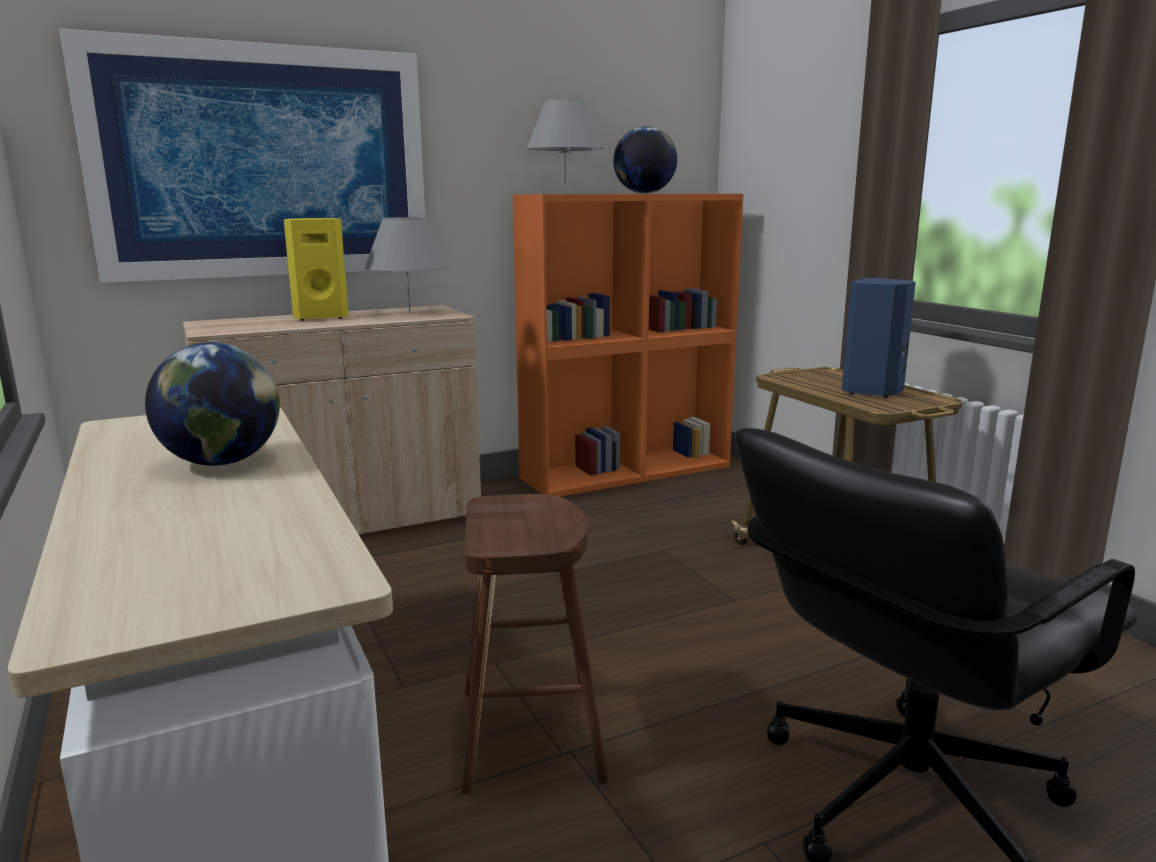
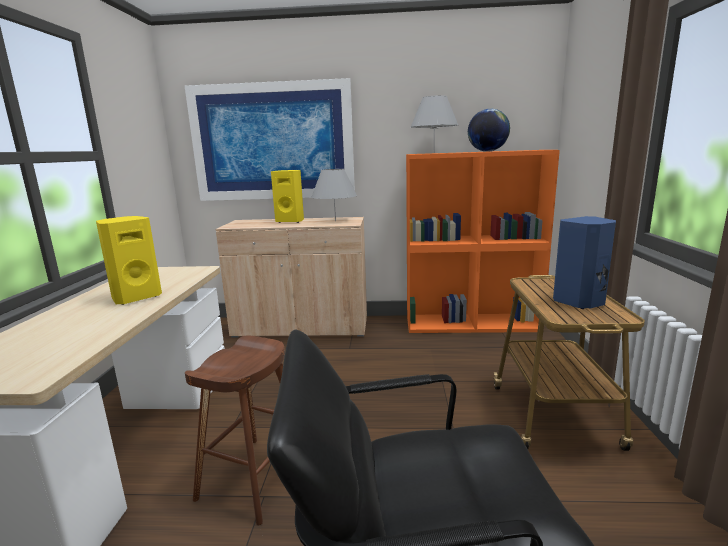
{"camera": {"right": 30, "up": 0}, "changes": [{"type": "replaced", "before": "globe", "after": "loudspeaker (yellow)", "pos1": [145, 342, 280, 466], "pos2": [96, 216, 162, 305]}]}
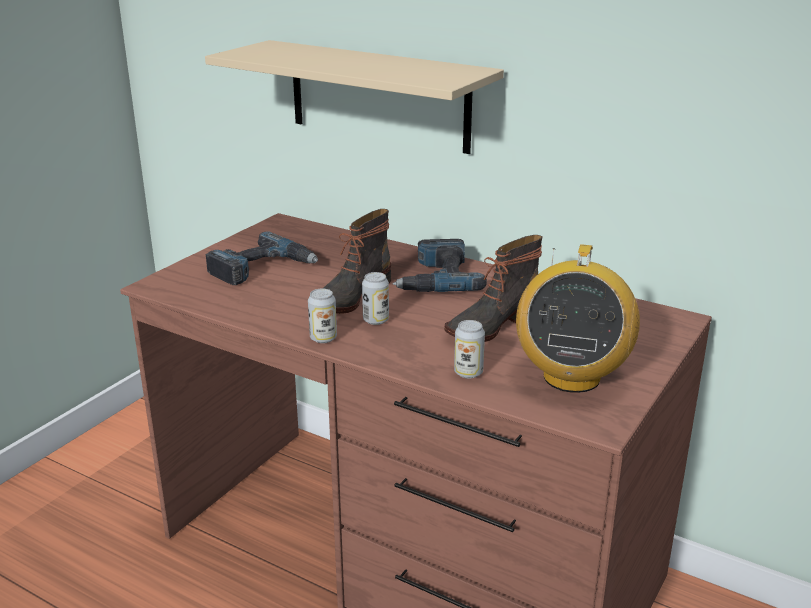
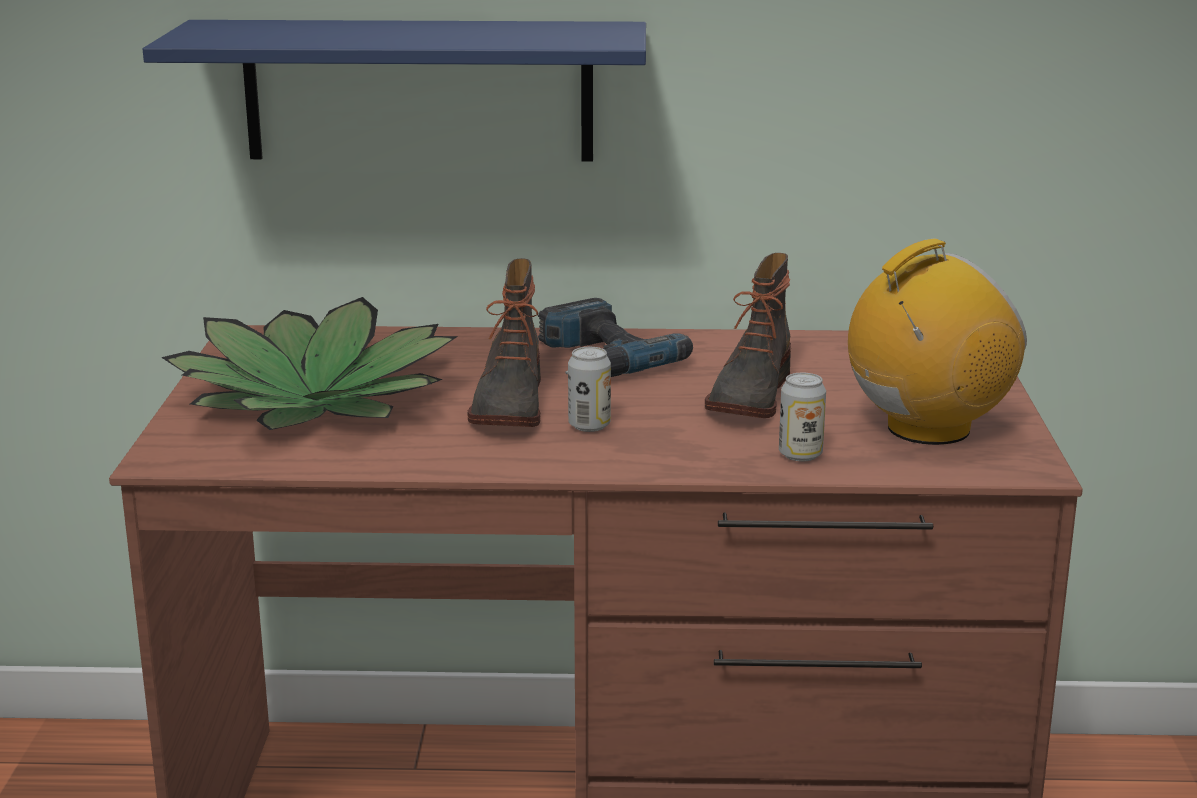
{"camera": {"right": -30, "up": -5}, "changes": [{"type": "recoloured", "before": "wall shelf (beige-coloured)", "after": "wall shelf (bluish)", "pos1": [205, 40, 504, 154], "pos2": [143, 20, 646, 162]}, {"type": "replaced", "before": "power drill", "after": "houseplant", "pos1": [206, 231, 318, 285], "pos2": [161, 297, 458, 430]}, {"type": "turned", "before": "radio", "pos1": [516, 244, 640, 393], "pos2": [848, 239, 1027, 445], "turn": -105}, {"type": "removed", "before": "sealed can", "pos1": [308, 288, 337, 343]}]}
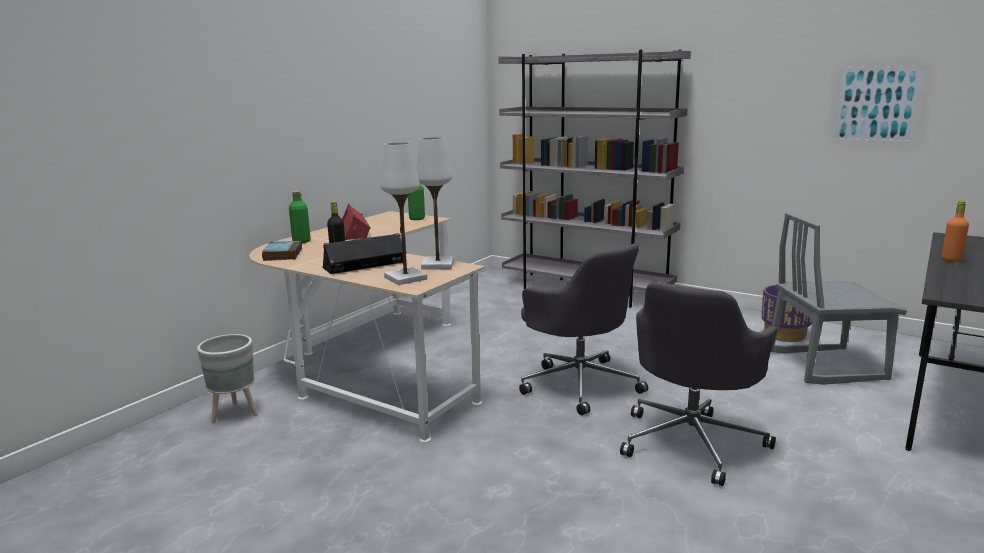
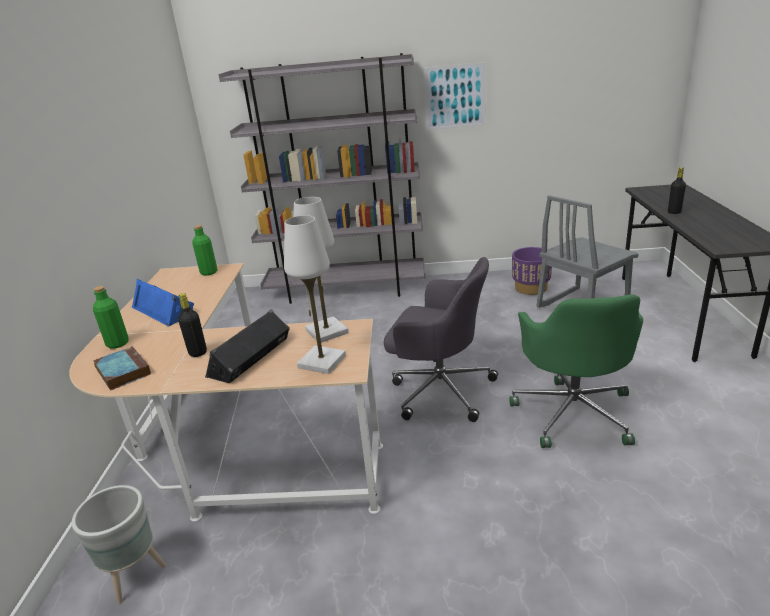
{"camera": {"right": -30, "up": 10}, "changes": [{"type": "recoloured", "before": "loudspeaker (reddish)", "after": "loudspeaker (bluish)", "pos1": [342, 204, 371, 240], "pos2": [132, 279, 194, 327]}, {"type": "moved", "before": "wall art", "pos1": [831, 65, 925, 144], "pos2": [424, 62, 485, 130]}, {"type": "recoloured", "before": "office chair (grey)", "after": "office chair (green-coloured)", "pos1": [620, 282, 778, 486], "pos2": [509, 294, 643, 448]}, {"type": "recoloured", "before": "beverage bottle (orangey)", "after": "beverage bottle (black-coloured)", "pos1": [942, 201, 969, 262], "pos2": [668, 167, 686, 214]}]}
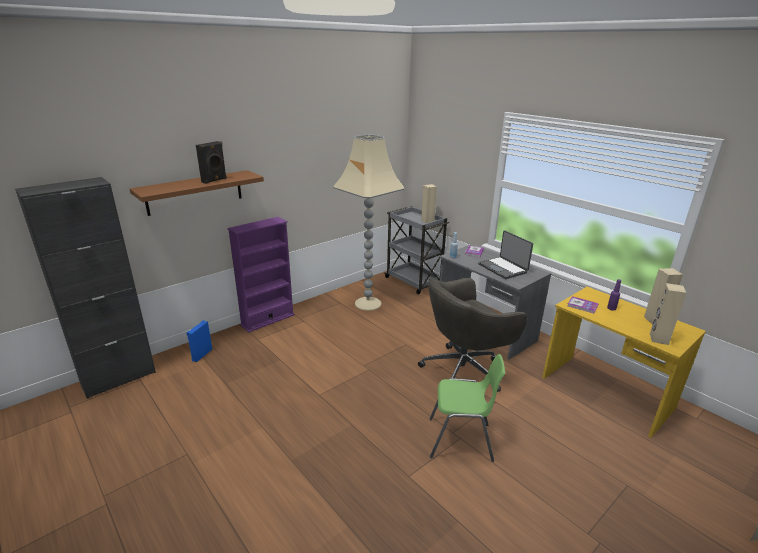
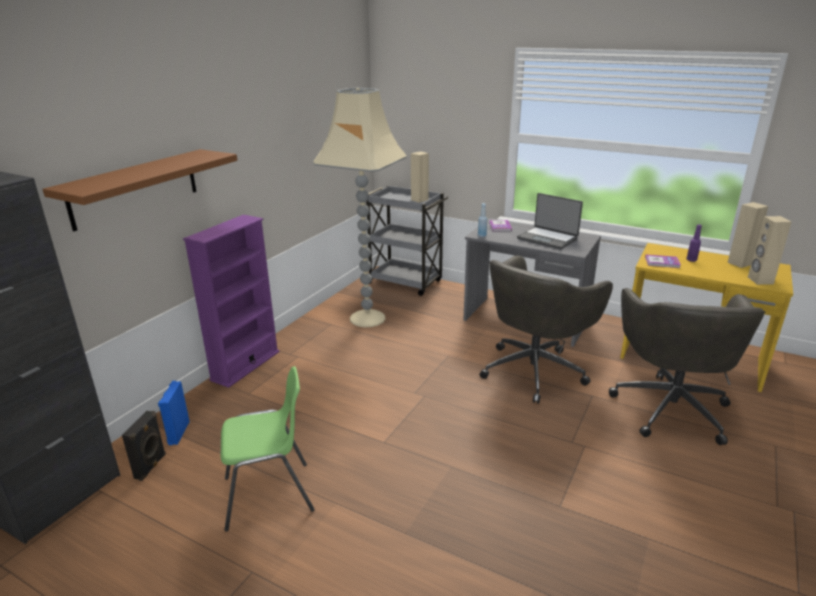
{"camera": {"right": -20, "up": 0}, "changes": [{"type": "moved", "before": "loudspeaker (black-coloured)", "pos1": [196, 141, 227, 184], "pos2": [122, 411, 166, 481]}, {"type": "moved", "before": "plain chair (green-coloured)", "pos1": [430, 354, 505, 462], "pos2": [221, 366, 315, 532]}, {"type": "added", "after": "office chair (grey)", "pos2": [609, 288, 765, 445]}]}
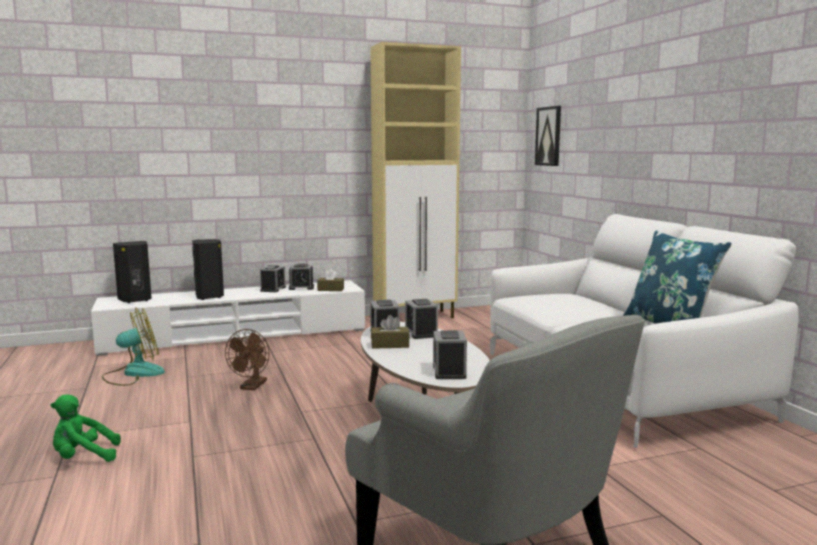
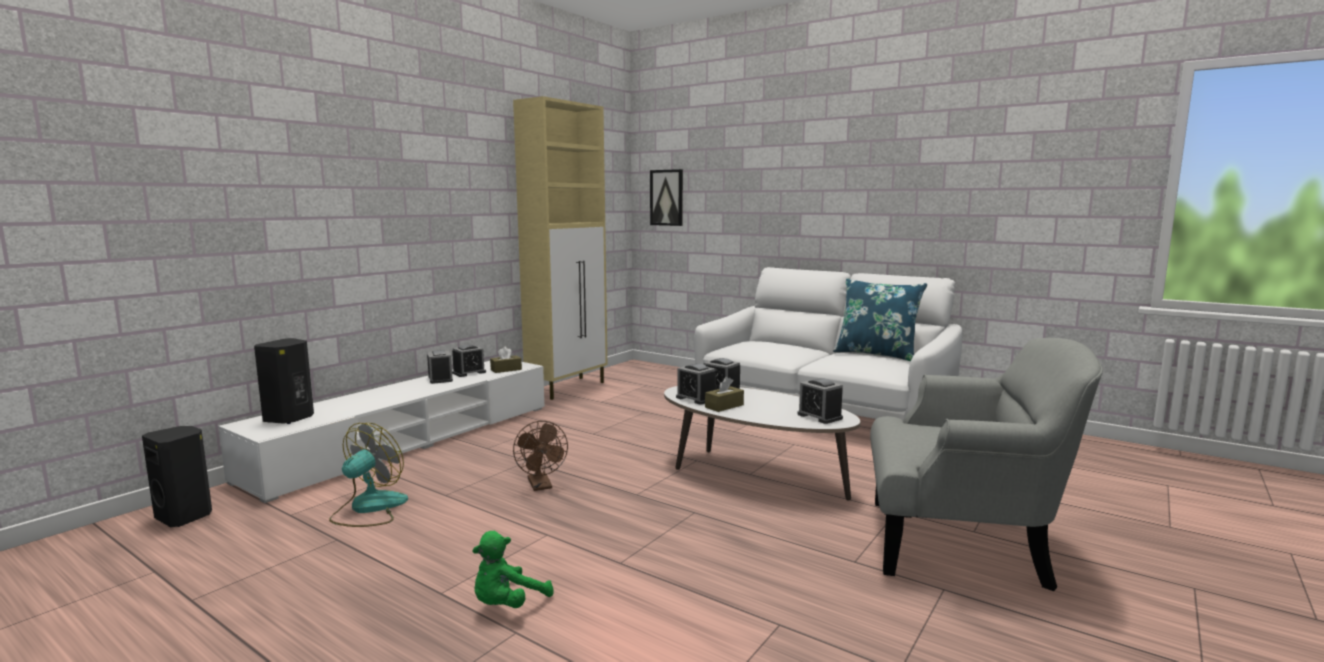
{"camera": {"right": -35, "up": 0}, "changes": [{"type": "moved", "before": "loudspeaker (black-coloured)", "pos1": [192, 239, 224, 300], "pos2": [142, 426, 212, 527]}]}
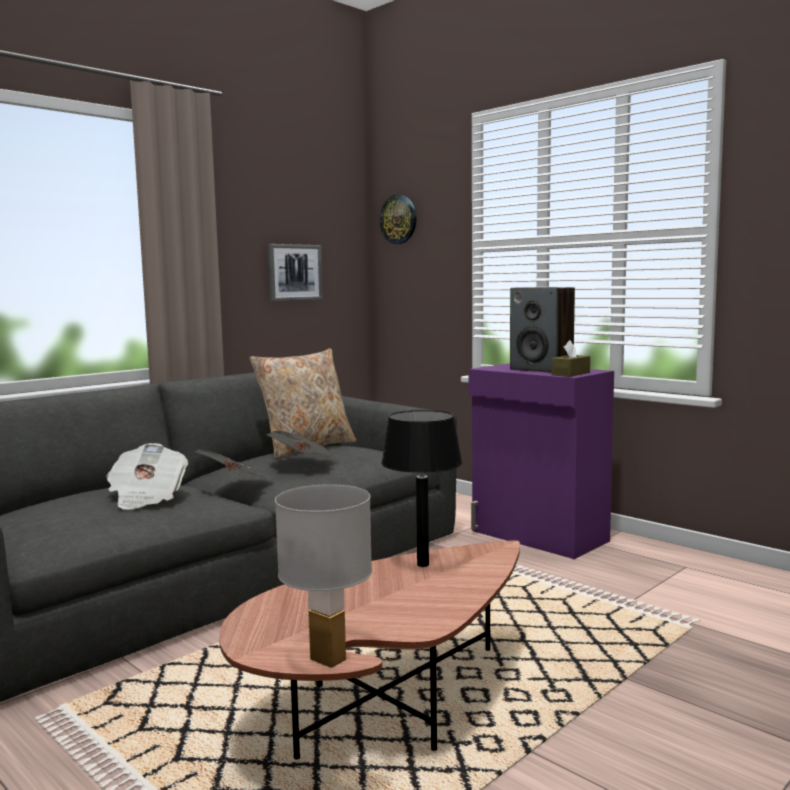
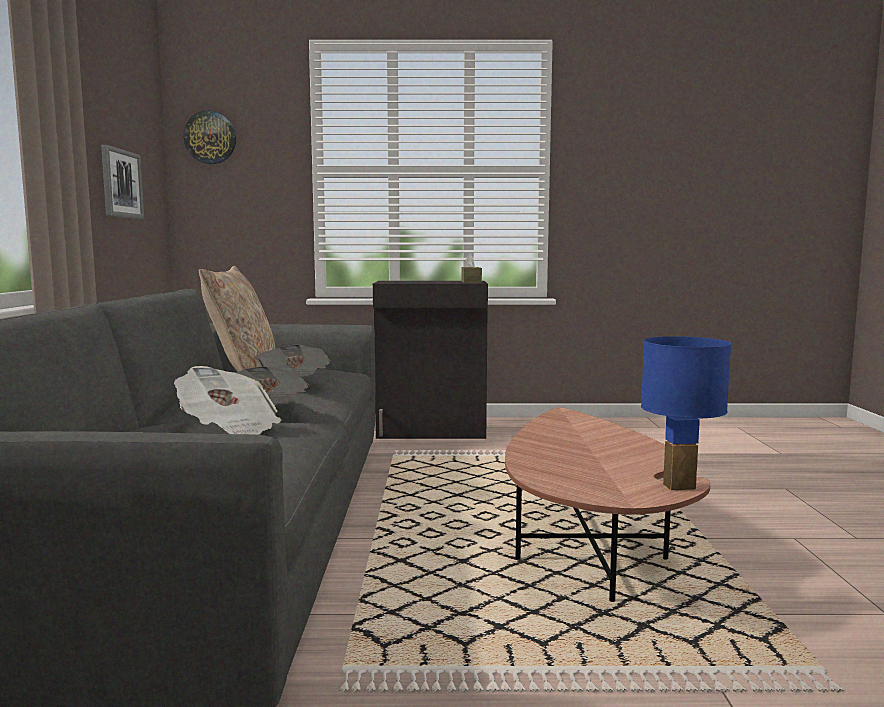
{"camera": {"right": -45, "up": 0}, "changes": [{"type": "recoloured", "before": "cupboard (purple)", "after": "cupboard (black-coloured)", "pos1": [468, 363, 614, 559], "pos2": [373, 281, 488, 439]}, {"type": "recoloured", "before": "tabletop lamp (white-coloured)", "after": "tabletop lamp (bluish)", "pos1": [275, 484, 372, 668], "pos2": [641, 336, 731, 490]}, {"type": "removed", "before": "tabletop lamp (black-coloured)", "pos1": [381, 410, 462, 567]}, {"type": "removed", "before": "loudspeaker", "pos1": [510, 287, 575, 373]}]}
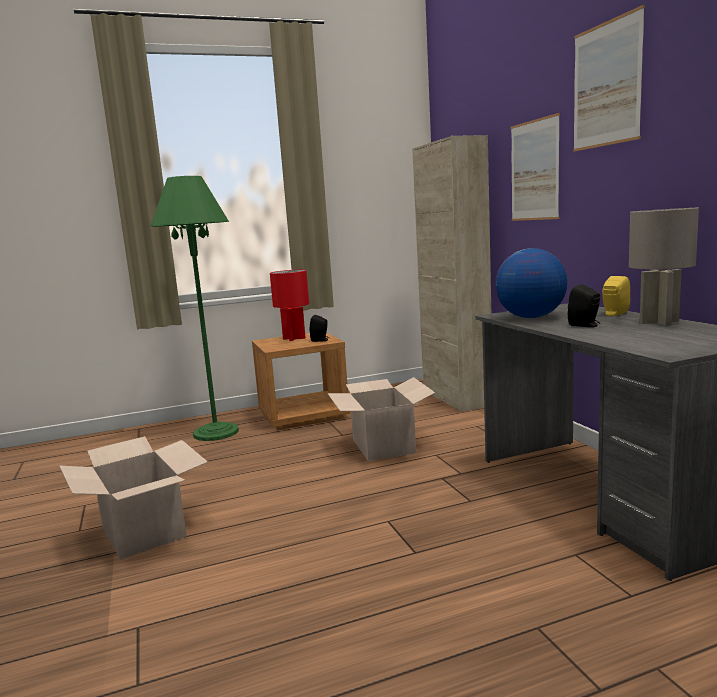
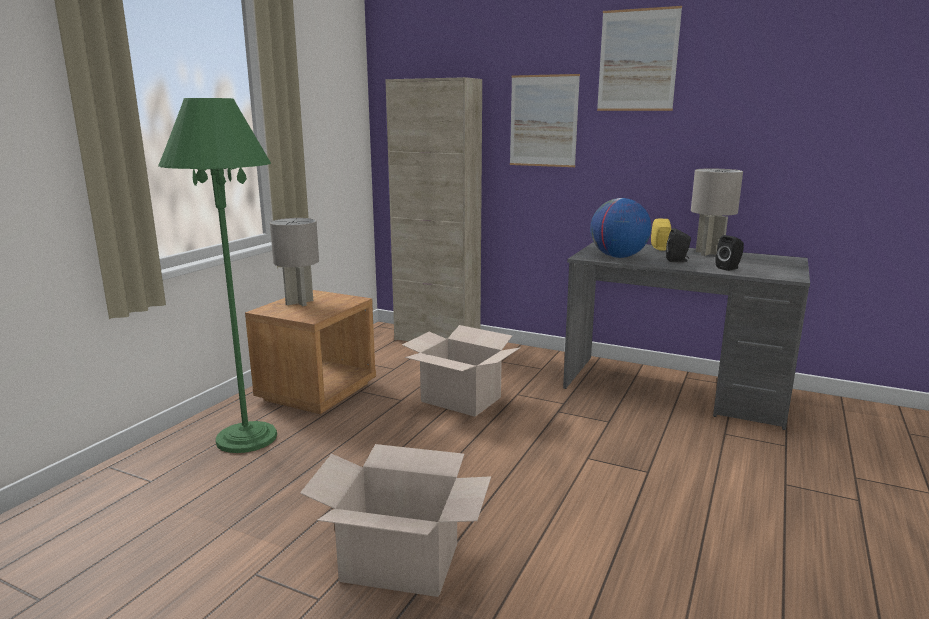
{"camera": {"right": -45, "up": 5}, "changes": [{"type": "recoloured", "before": "tabletop lamp (reddish)", "after": "tabletop lamp (grey)", "pos1": [270, 270, 309, 341], "pos2": [270, 218, 319, 306]}, {"type": "moved", "before": "loudspeaker (black-coloured)", "pos1": [309, 315, 330, 342], "pos2": [715, 235, 744, 271]}]}
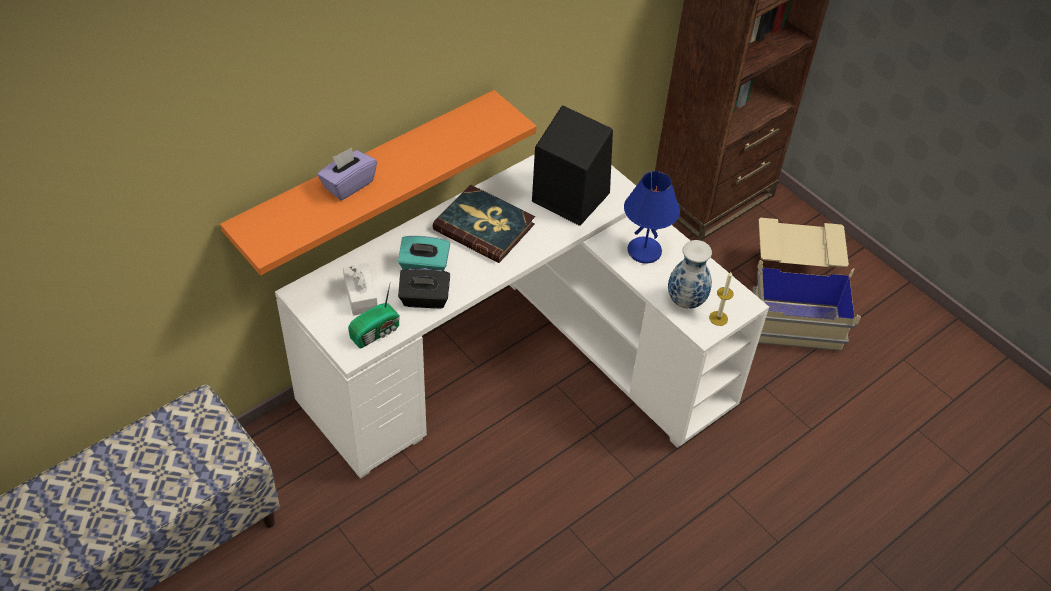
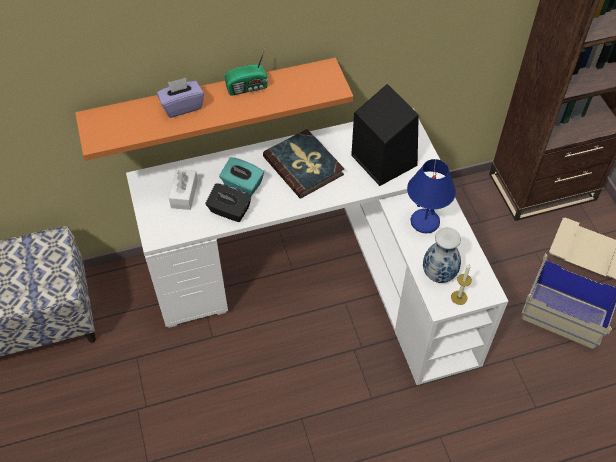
{"camera": {"right": 25, "up": 5}, "changes": [{"type": "moved", "before": "radio", "pos1": [348, 284, 400, 349], "pos2": [225, 49, 268, 96]}]}
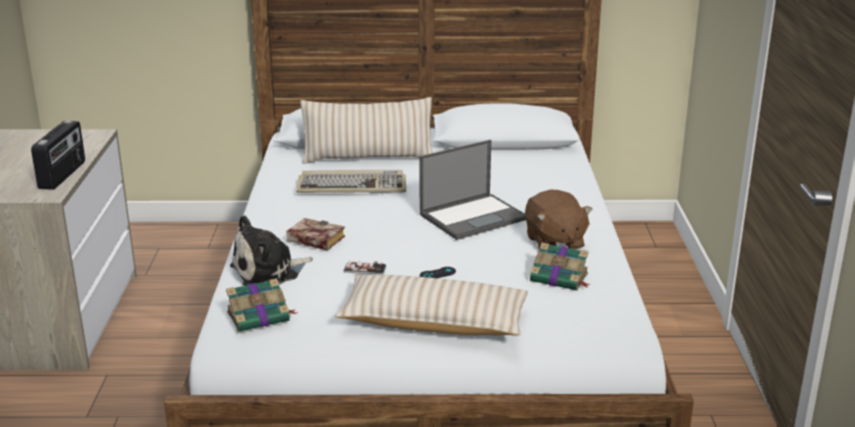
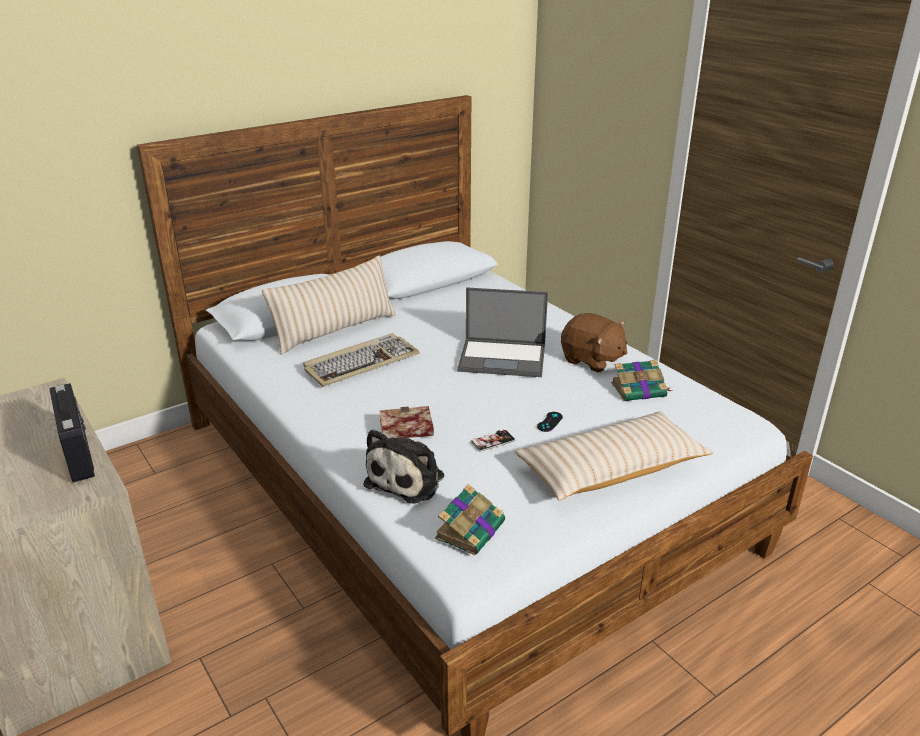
{"camera": {"right": -35, "up": 5}, "changes": [{"type": "turned", "before": "laptop", "pos1": [419, 140, 526, 240], "pos2": [458, 287, 548, 377], "turn": 75}]}
